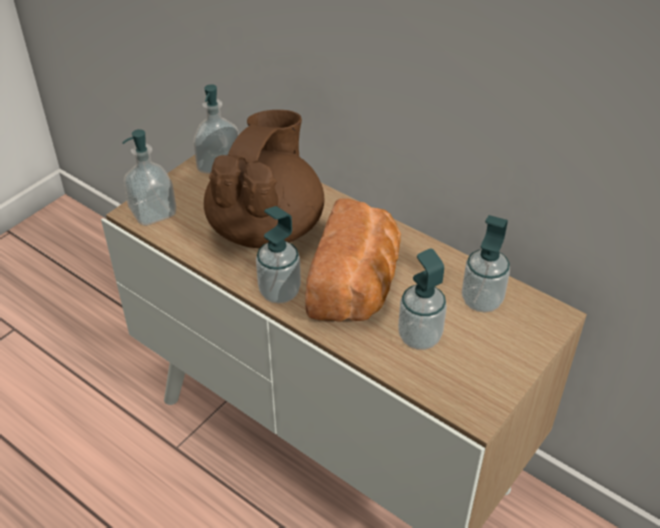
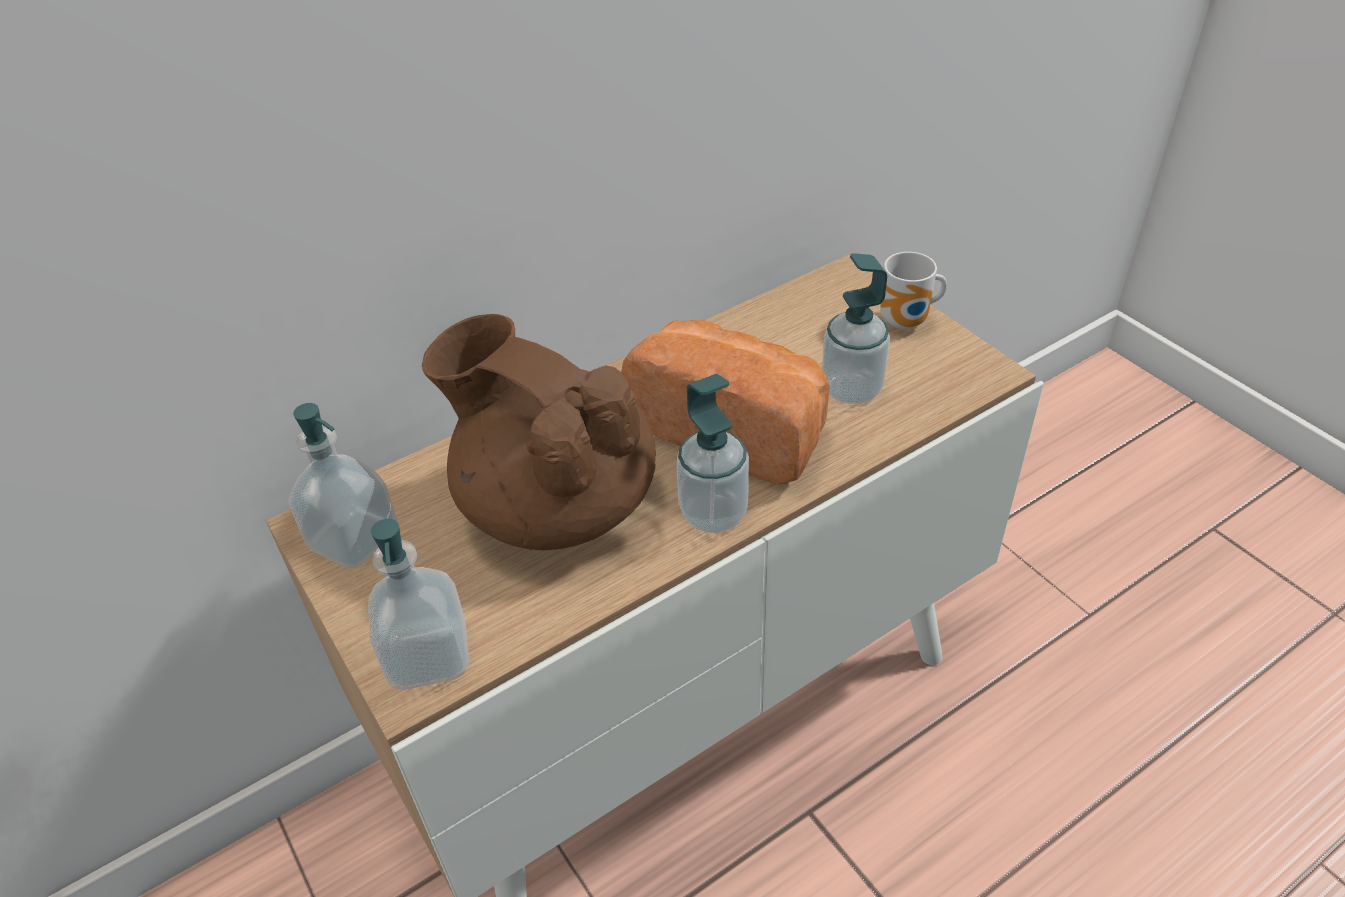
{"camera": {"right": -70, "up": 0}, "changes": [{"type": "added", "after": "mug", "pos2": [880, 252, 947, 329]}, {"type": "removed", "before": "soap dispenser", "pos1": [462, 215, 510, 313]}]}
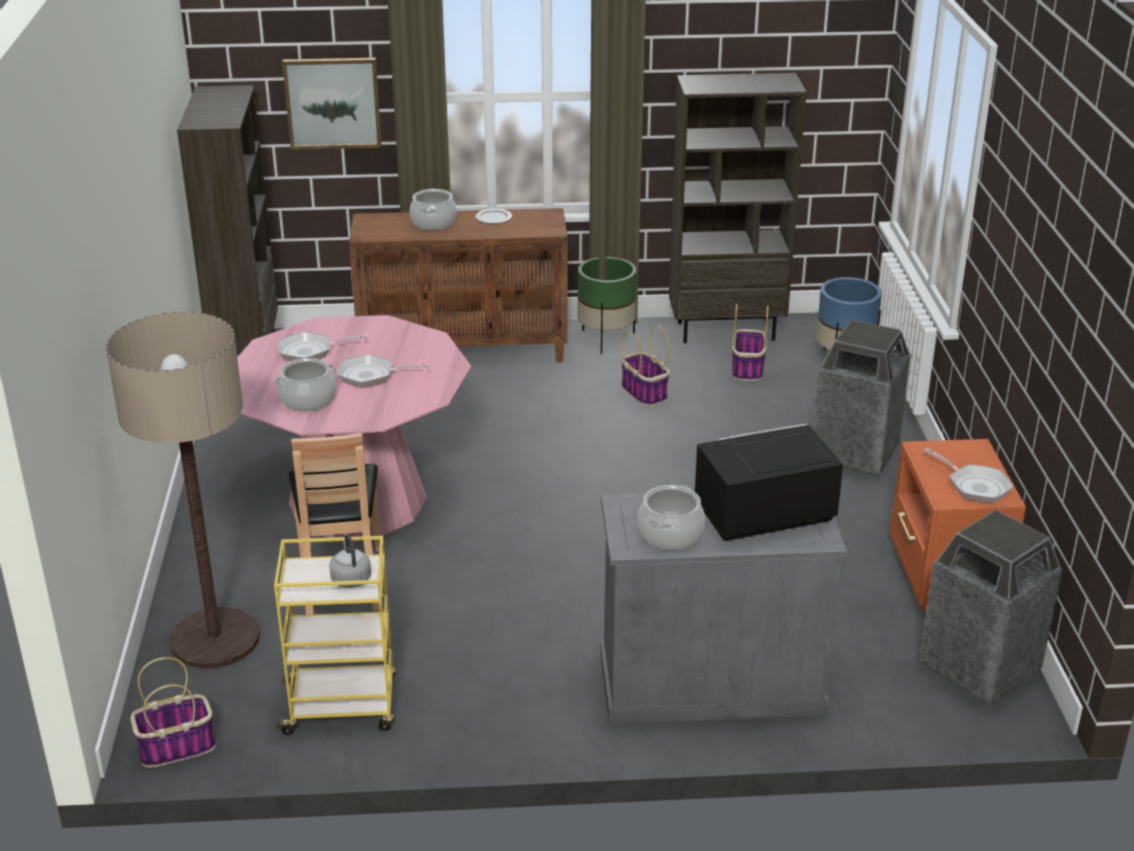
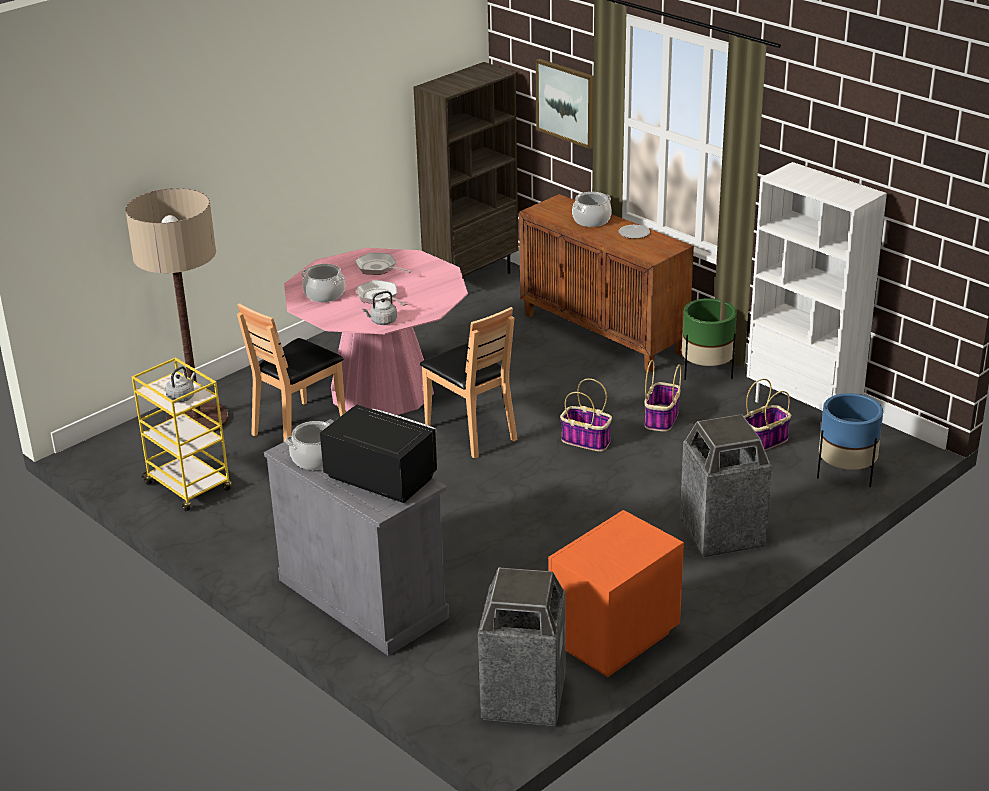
{"camera": {"right": 50, "up": 0}, "changes": [{"type": "added", "after": "kettle (grey)", "pos2": [362, 291, 397, 325]}, {"type": "added", "after": "plain chair (brown)", "pos2": [420, 307, 517, 459]}, {"type": "moved", "before": "household basket", "pos1": [130, 657, 216, 768], "pos2": [560, 378, 612, 452]}, {"type": "recoloured", "before": "bookshelf (brown)", "after": "bookshelf (white-coloured)", "pos1": [669, 73, 807, 343], "pos2": [747, 162, 887, 411]}, {"type": "removed", "before": "pan", "pos1": [924, 448, 1014, 503]}]}
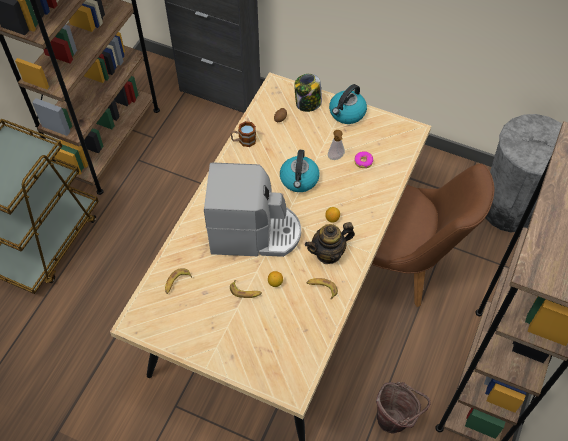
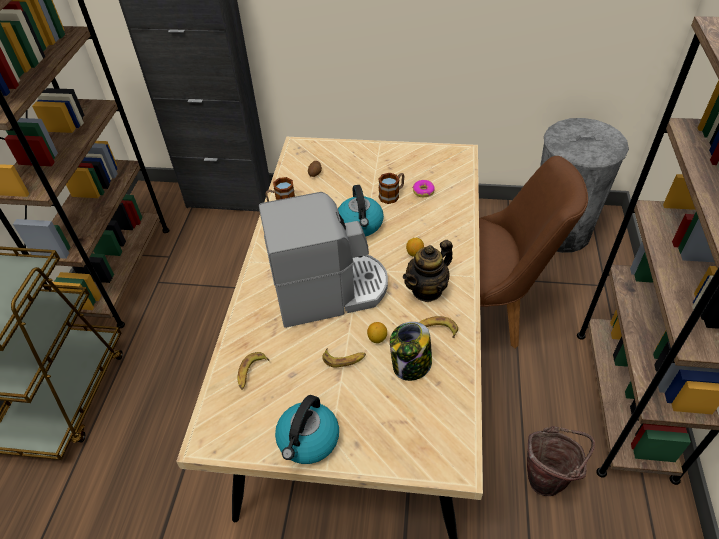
{"camera": {"right": -15, "up": -10}, "changes": [{"type": "moved", "before": "kettle", "pos1": [329, 84, 367, 124], "pos2": [275, 395, 339, 464]}, {"type": "replaced", "before": "soap dispenser", "after": "mug", "pos1": [328, 130, 345, 160], "pos2": [378, 173, 405, 204]}, {"type": "moved", "before": "storage jar", "pos1": [294, 74, 322, 112], "pos2": [390, 322, 432, 381]}]}
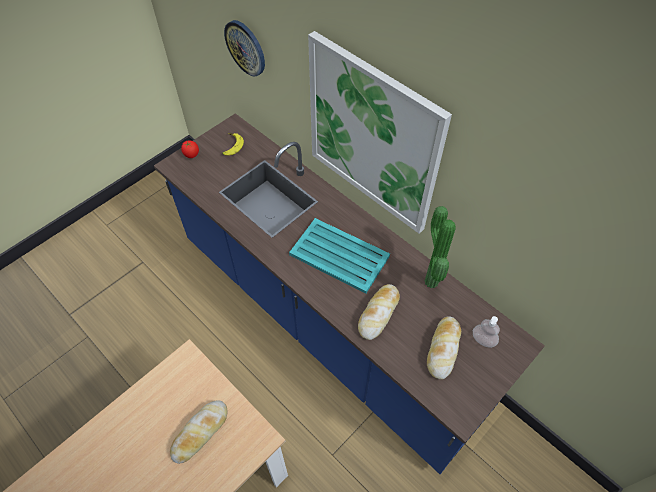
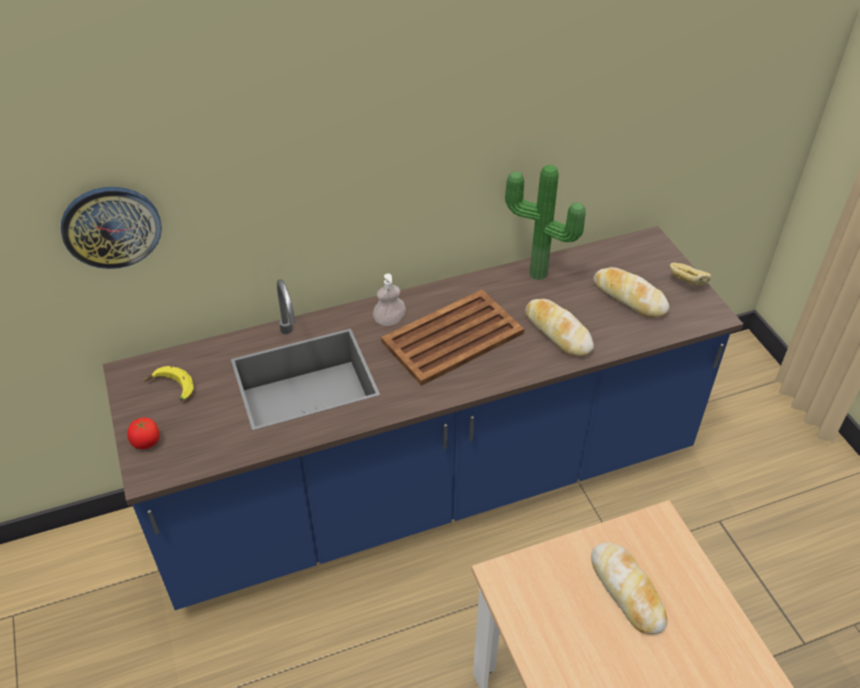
{"camera": {"right": -65, "up": -10}, "changes": [{"type": "moved", "before": "soap dispenser", "pos1": [473, 316, 500, 348], "pos2": [373, 274, 406, 326]}, {"type": "recoloured", "before": "tray (turquoise)", "after": "tray (brown)", "pos1": [289, 218, 390, 294], "pos2": [381, 289, 524, 386]}, {"type": "added", "after": "bread", "pos2": [670, 263, 711, 286]}, {"type": "removed", "before": "wall art", "pos1": [308, 31, 452, 234]}]}
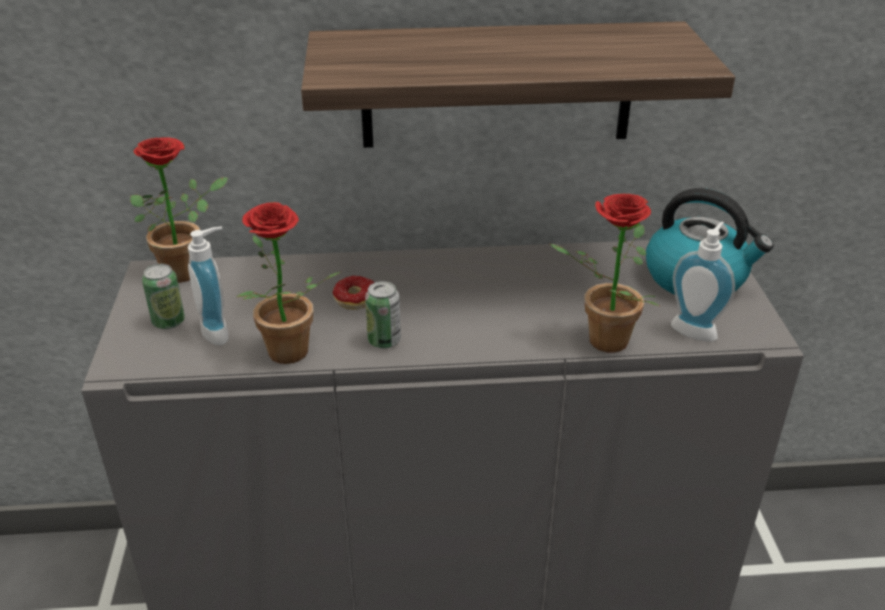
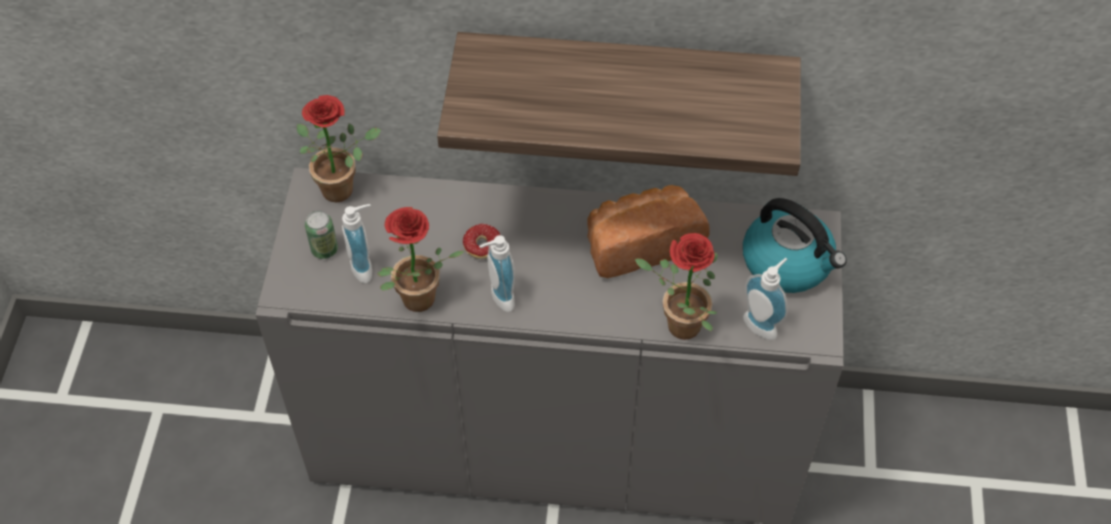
{"camera": {"right": 10, "up": 20}, "changes": [{"type": "replaced", "before": "sealed can", "after": "soap dispenser", "pos1": [365, 281, 401, 349], "pos2": [479, 235, 515, 312]}, {"type": "added", "after": "bread", "pos2": [587, 185, 710, 278]}]}
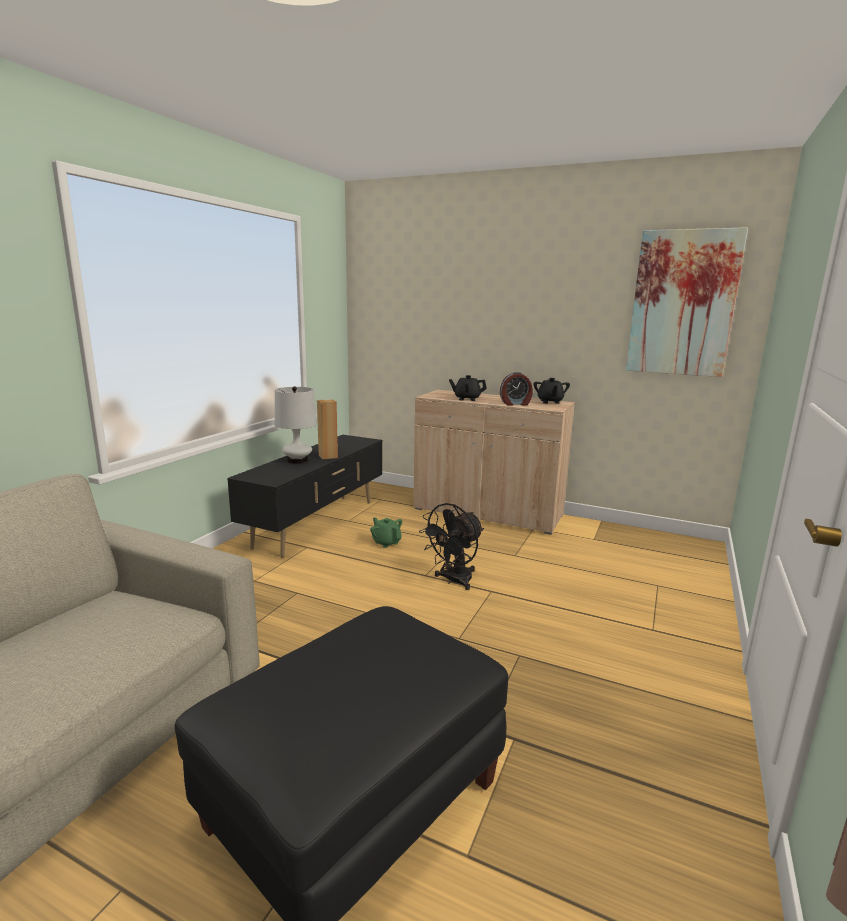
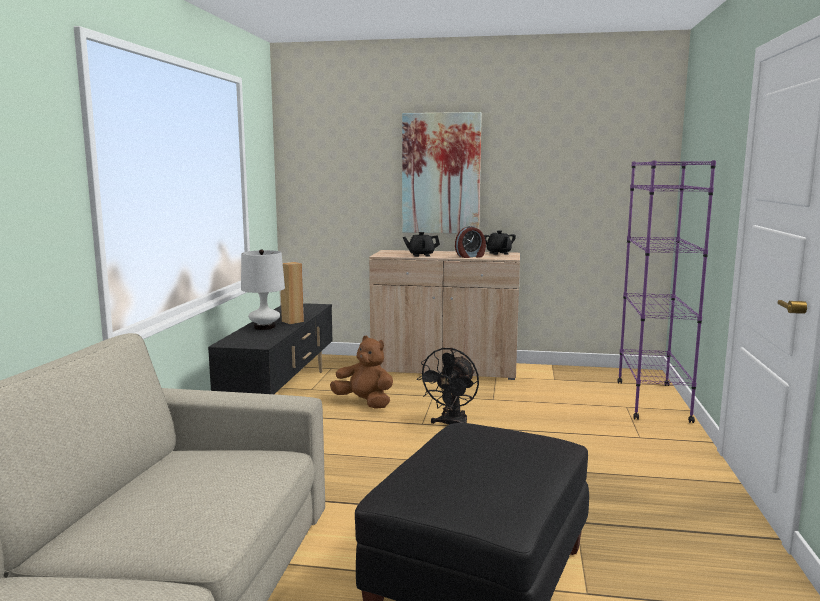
{"camera": {"right": -15, "up": -5}, "changes": [{"type": "replaced", "before": "pot for tea (green-coloured)", "after": "cuddly toy (brown)", "pos1": [370, 518, 402, 548], "pos2": [330, 336, 393, 409]}, {"type": "moved", "before": "wall art", "pos1": [626, 227, 748, 377], "pos2": [402, 112, 482, 233]}, {"type": "added", "after": "bookshelf (purple)", "pos2": [617, 160, 716, 423]}]}
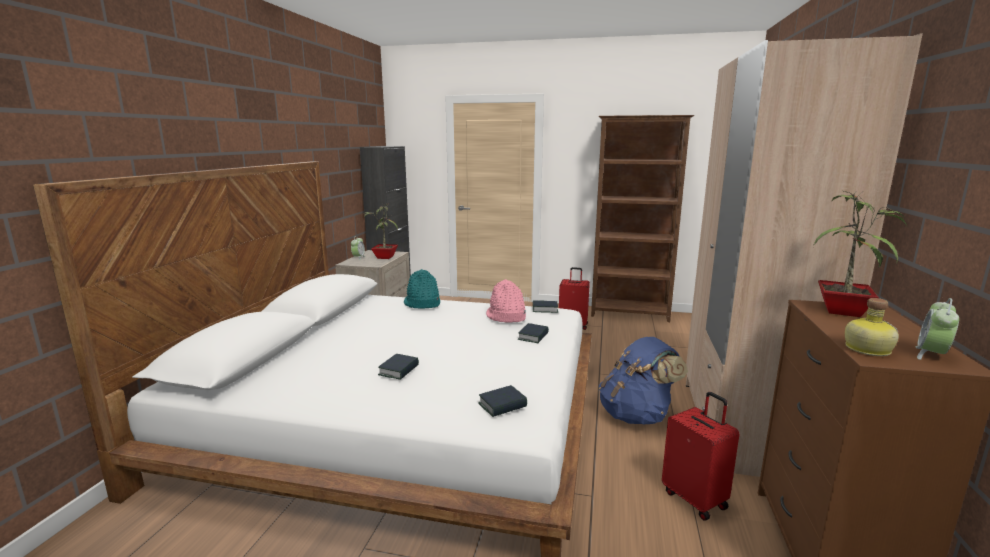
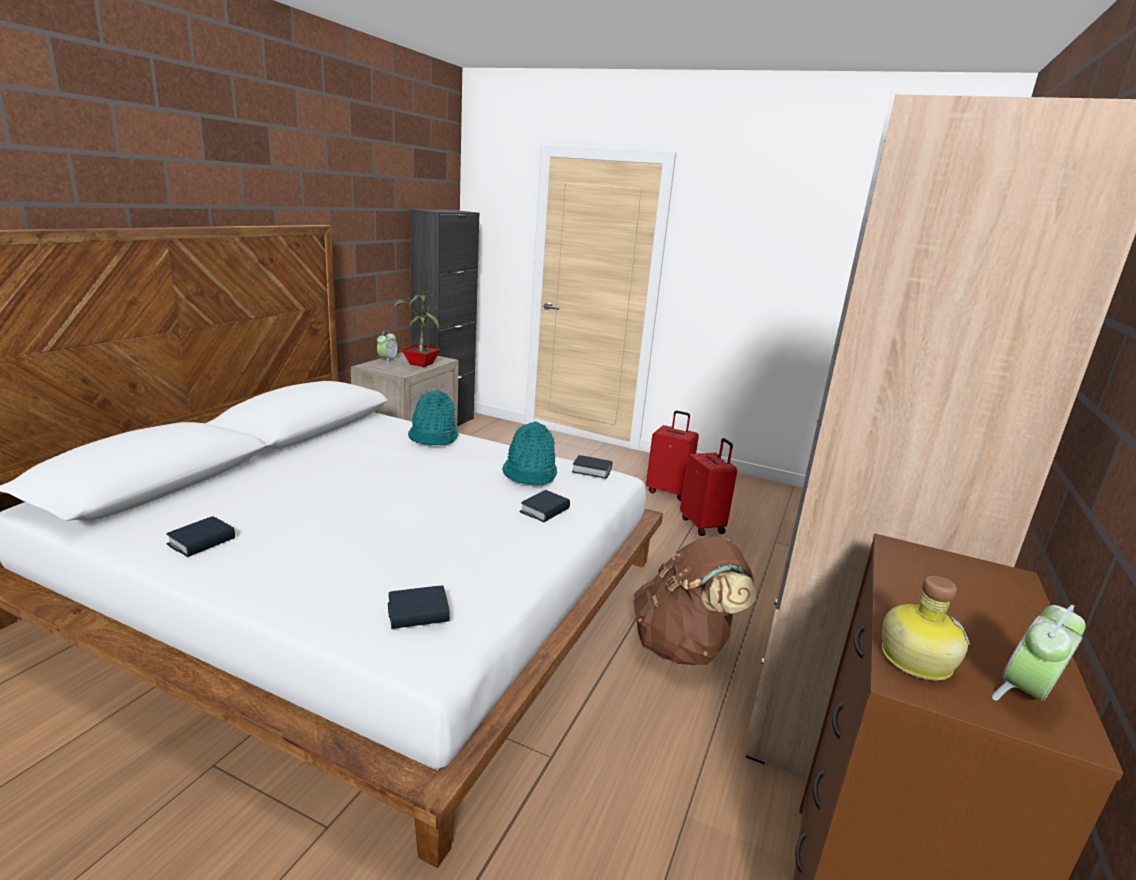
{"camera": {"right": 10, "up": 5}, "changes": [{"type": "moved", "before": "book", "pos1": [378, 354, 419, 380], "pos2": [166, 516, 235, 557]}, {"type": "recoloured", "before": "wearable hat (pinkish)", "after": "wearable hat (turquoise)", "pos1": [486, 279, 526, 323], "pos2": [502, 421, 557, 485]}, {"type": "recoloured", "before": "backpack (bluish)", "after": "backpack (brown)", "pos1": [599, 337, 688, 424], "pos2": [633, 536, 756, 665]}, {"type": "moved", "before": "suitcase (reddish)", "pos1": [662, 392, 739, 520], "pos2": [680, 438, 737, 536]}, {"type": "removed", "before": "bookshelf (brown)", "pos1": [591, 115, 694, 322]}, {"type": "removed", "before": "houseplant", "pos1": [813, 190, 907, 317]}]}
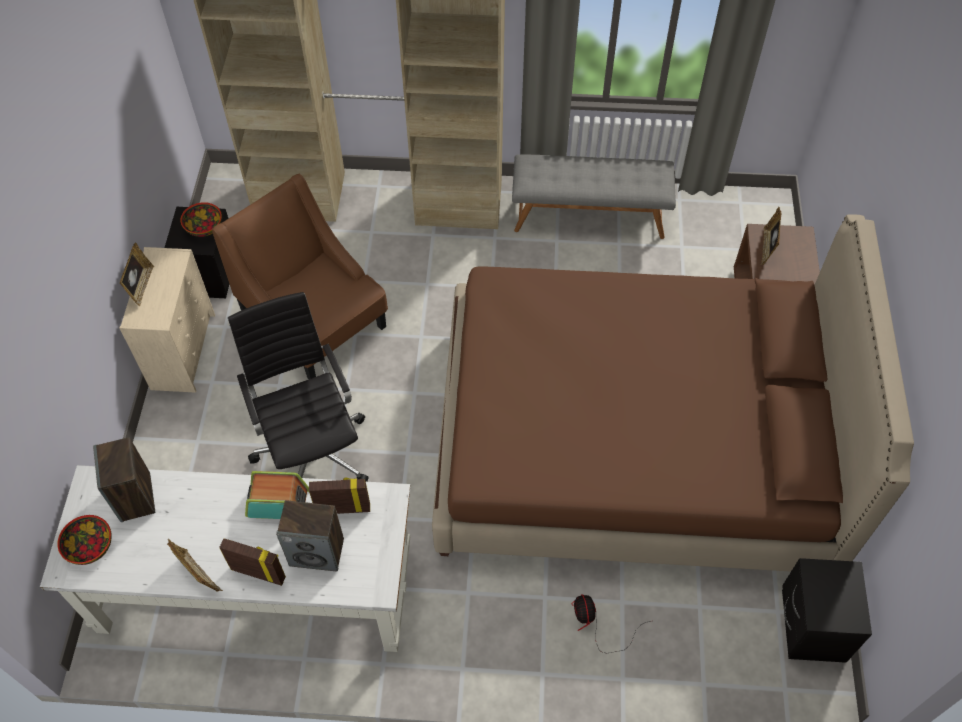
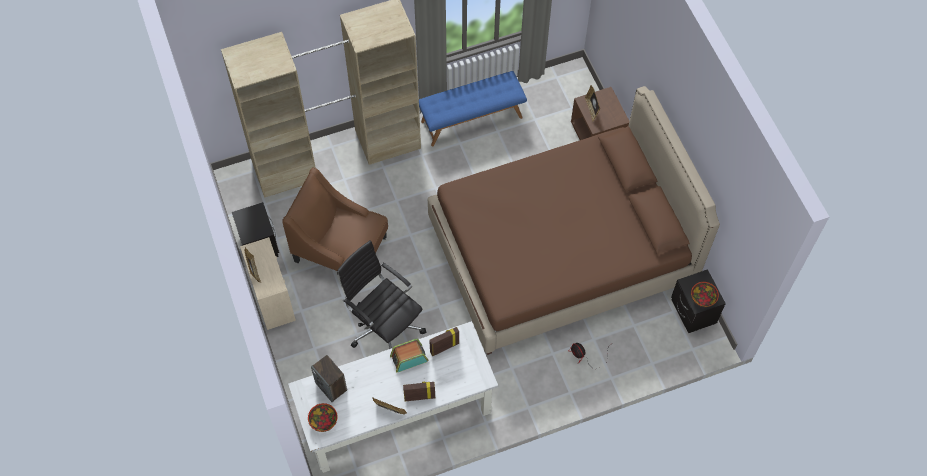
{"camera": {"right": -25, "up": 5}, "changes": [{"type": "recoloured", "before": "indoor bench (grey)", "after": "indoor bench (bluish)", "pos1": [512, 154, 676, 239], "pos2": [419, 71, 527, 146]}, {"type": "moved", "before": "bowl", "pos1": [180, 202, 222, 237], "pos2": [691, 282, 719, 307]}, {"type": "removed", "before": "loudspeaker", "pos1": [276, 500, 344, 572]}]}
